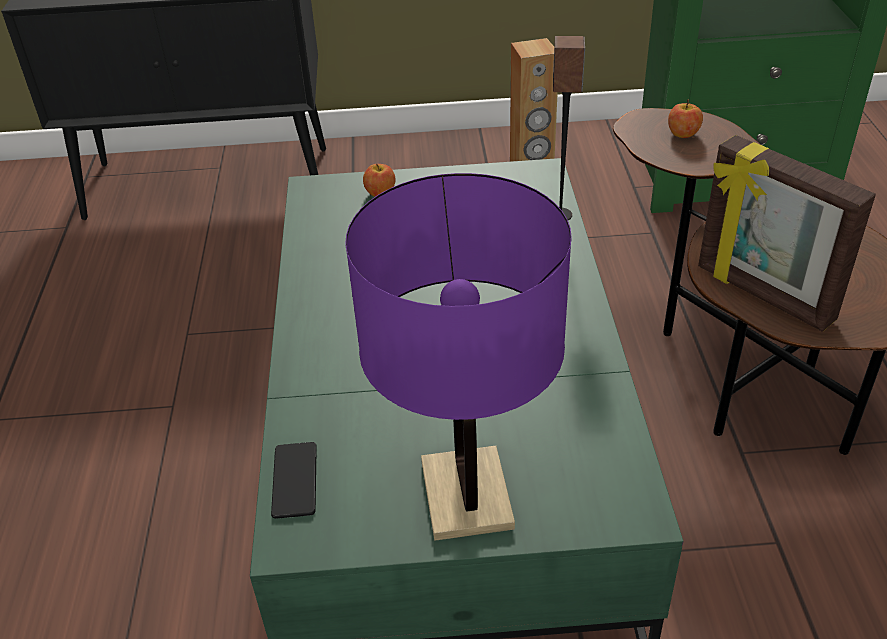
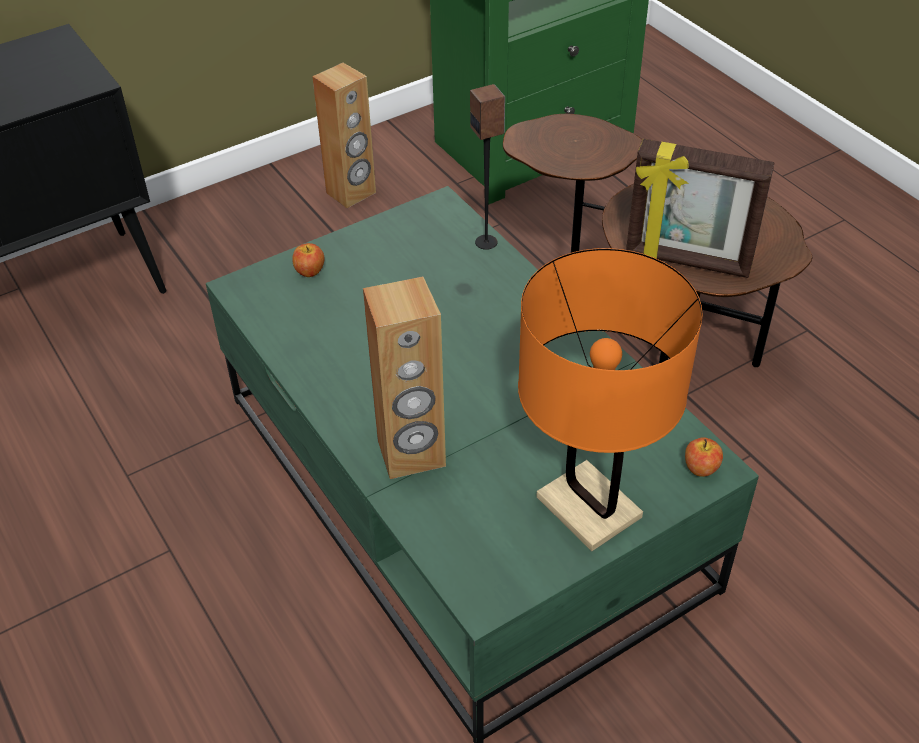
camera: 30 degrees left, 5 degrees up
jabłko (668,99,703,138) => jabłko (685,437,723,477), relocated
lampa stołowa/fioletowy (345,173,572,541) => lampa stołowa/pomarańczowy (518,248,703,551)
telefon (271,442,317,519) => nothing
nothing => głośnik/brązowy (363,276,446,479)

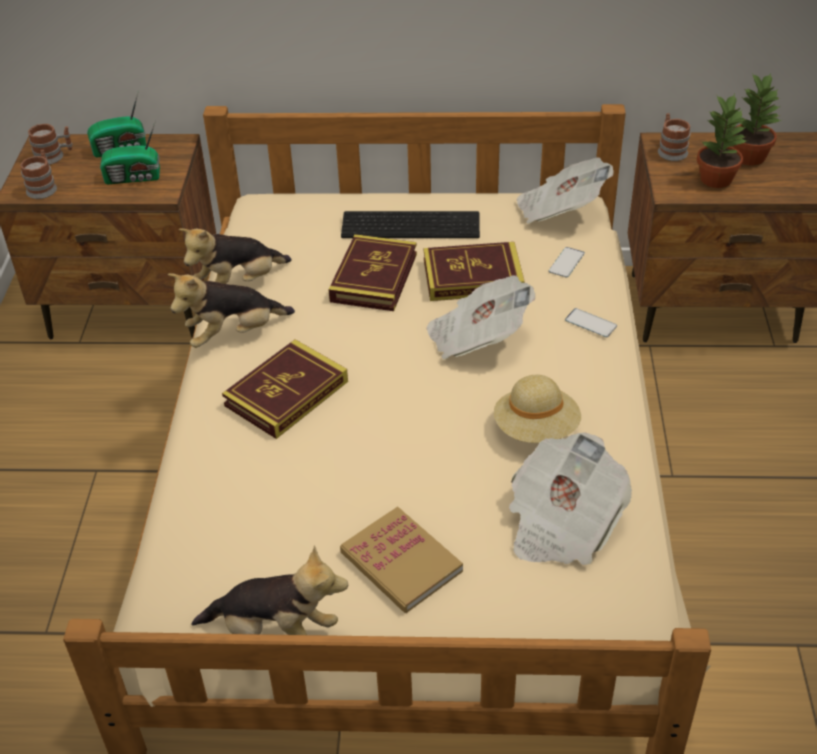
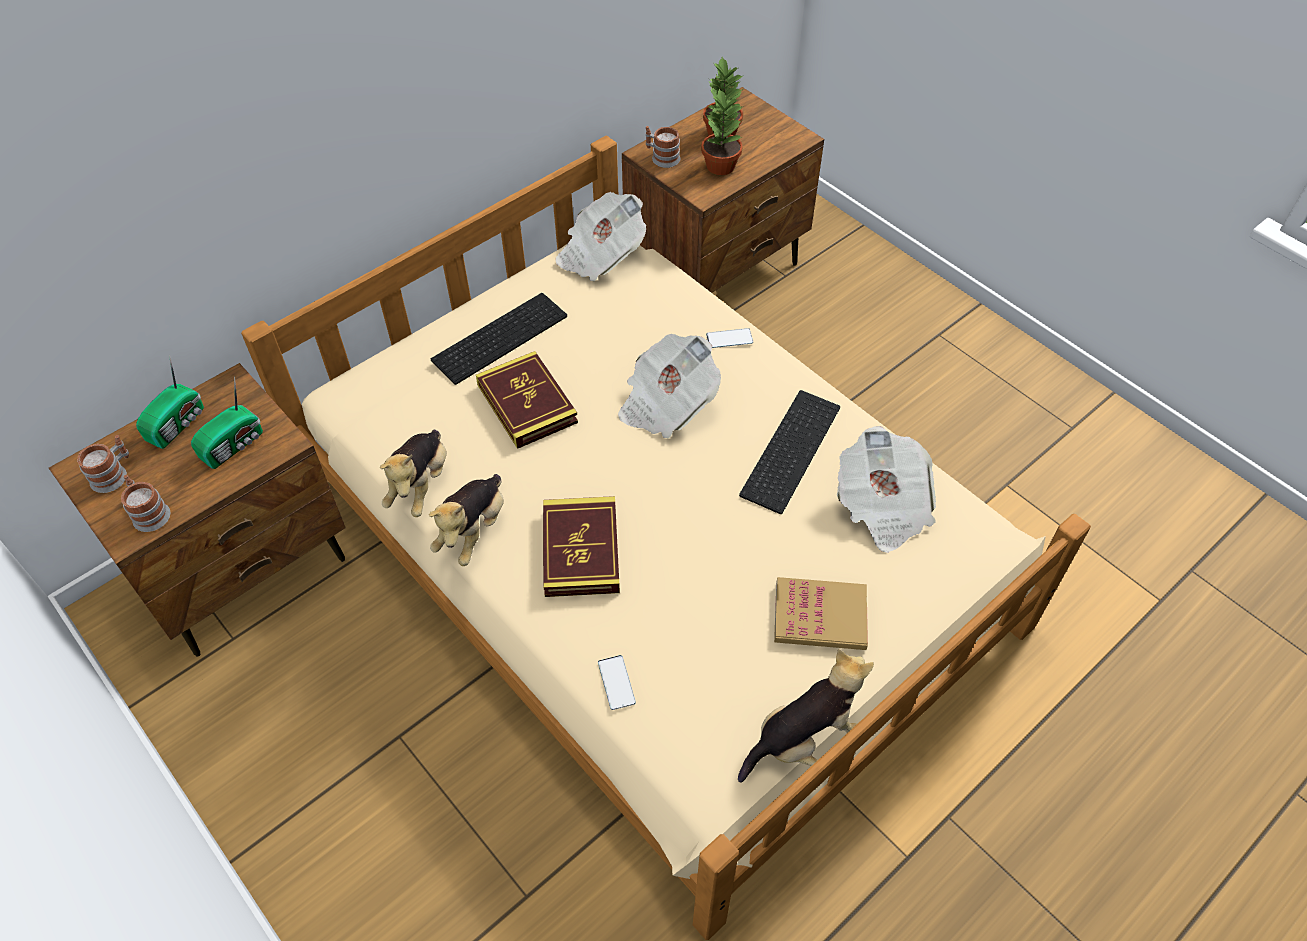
camera: 45 degrees left, 10 degrees up
książka (424,242,525,301) => nothing
telefon (549,247,585,278) => telefon (598,655,636,710), relocated
kapelusz/beżowy (494,375,581,443) => klawiatura (739,390,840,514)

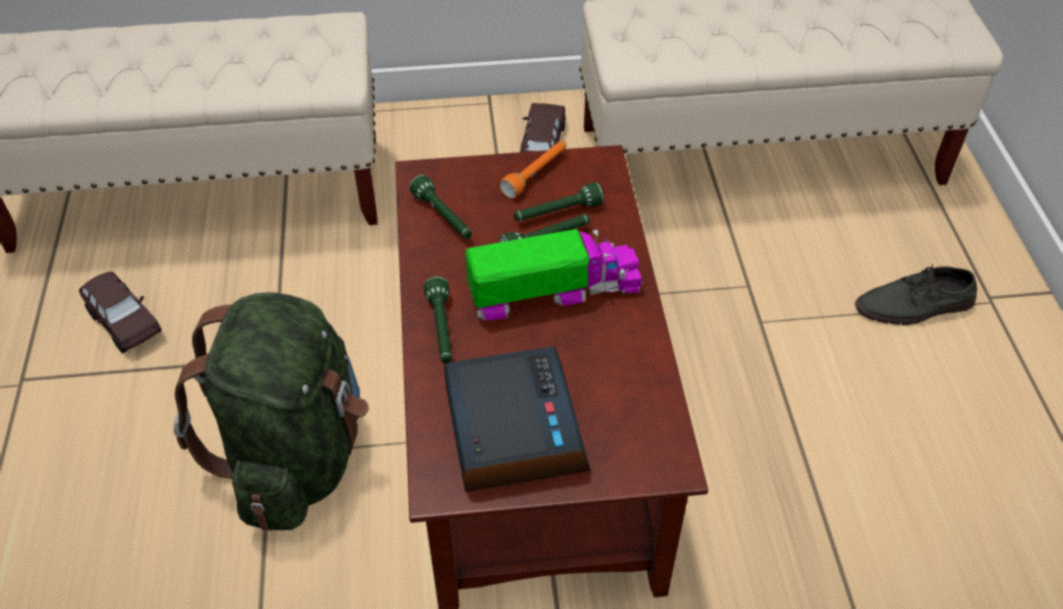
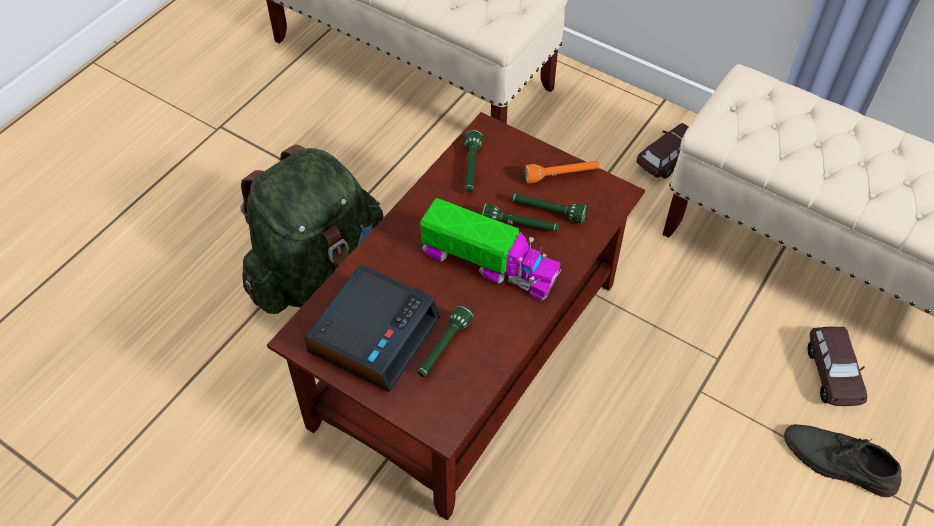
camera: 40 degrees right, 5 degrees up
samochodzik/brązowy (79,272,161,353) => samochodzik/brązowy (808,327,867,406), relocated
latarka/zielony (424,276,452,364) => latarka/zielony (418,305,474,377), relocated

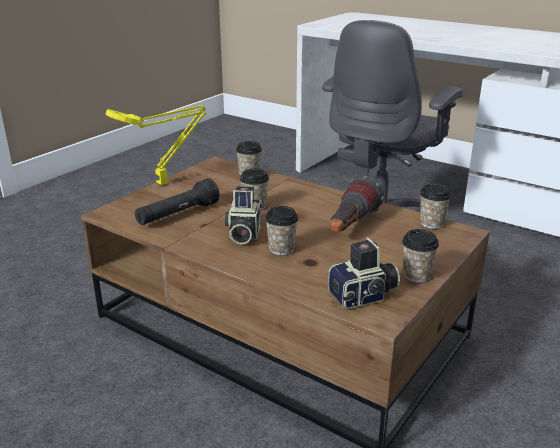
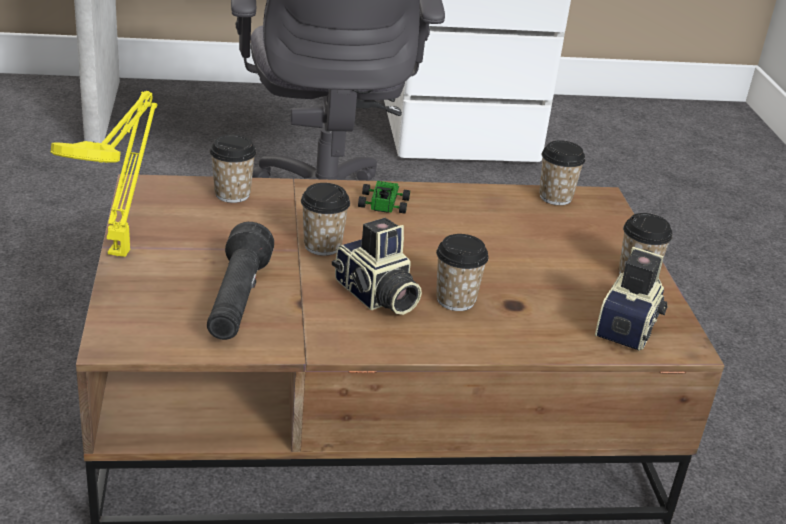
camera: 45 degrees left, 5 degrees up
latarka (330,175,384,232) => nothing
nothing => samochodzik (358,181,410,214)

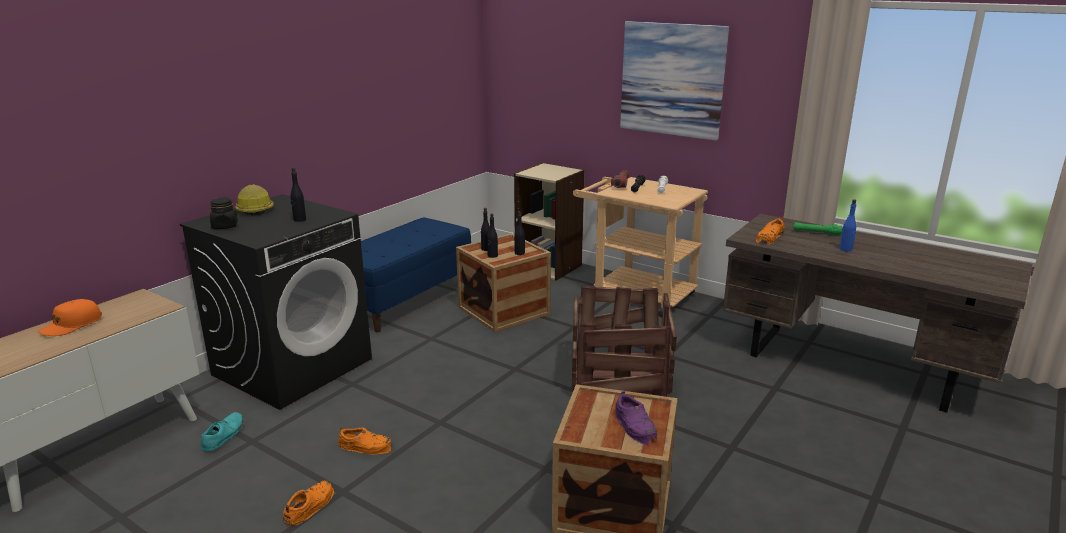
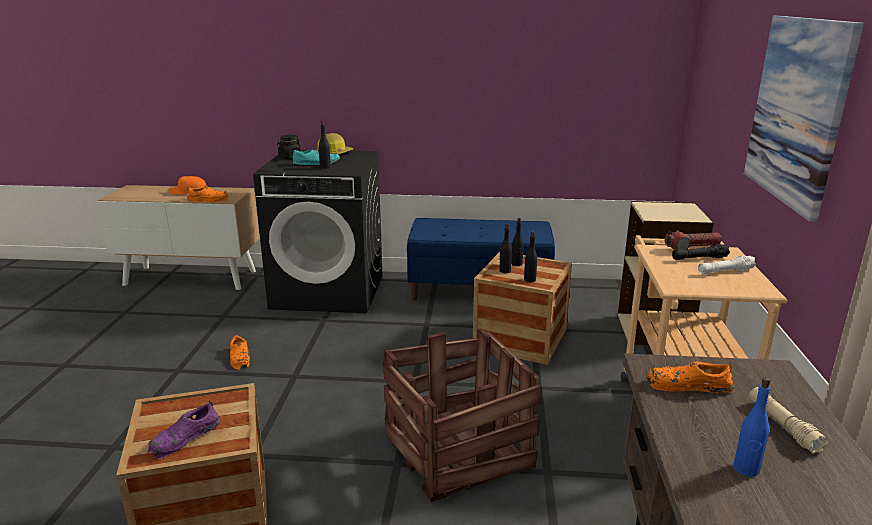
camera: 60 degrees right, 0 degrees up
latarka/zielony (793,222,843,236) => latarka/beżowy (749,387,828,454)
but/turkusowy (201,412,244,451) => but/turkusowy (293,149,340,165), relocated
but/pomarańczowy (283,480,334,526) => but/pomarańczowy (187,186,229,202), relocated

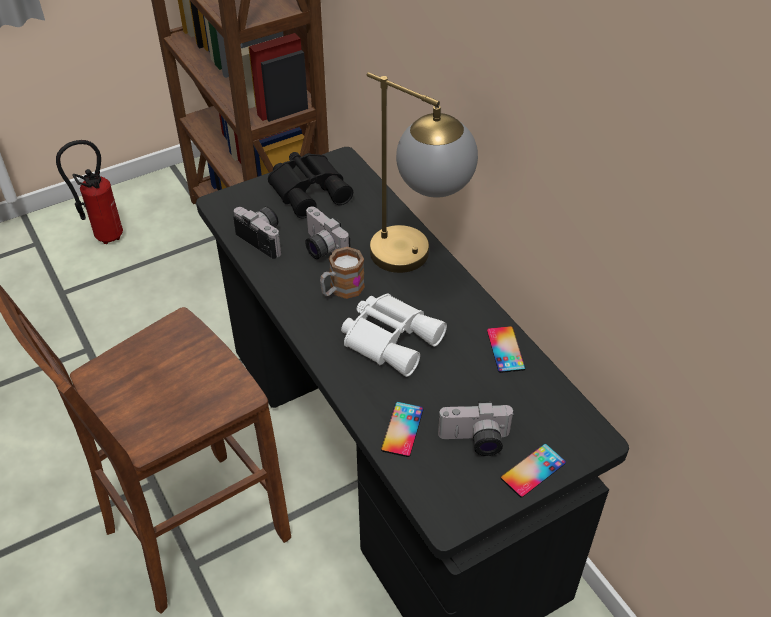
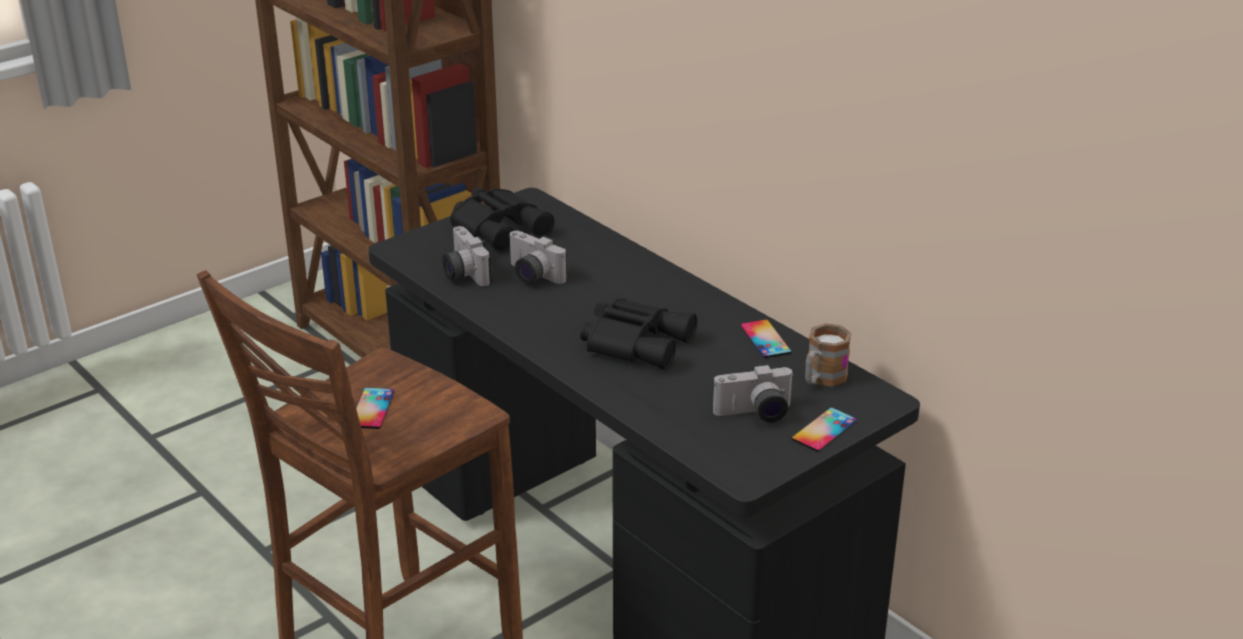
camera: 10 degrees left, 15 degrees down
lampa stołowa (367,72,478,273) => nothing
gaśnica (56,140,123,244) => nothing
aparat fotograficzny (233,206,281,259) => aparat fotograficzny (442,226,493,286), 150 degrees counterclockwise
kubek (320,247,365,299) => kubek (805,323,852,387), relocated
lornetka/biały (341,293,447,377) => lornetka/czarny (580,298,697,370)
telefon (381,402,424,457) => telefon (356,387,394,429), relocated

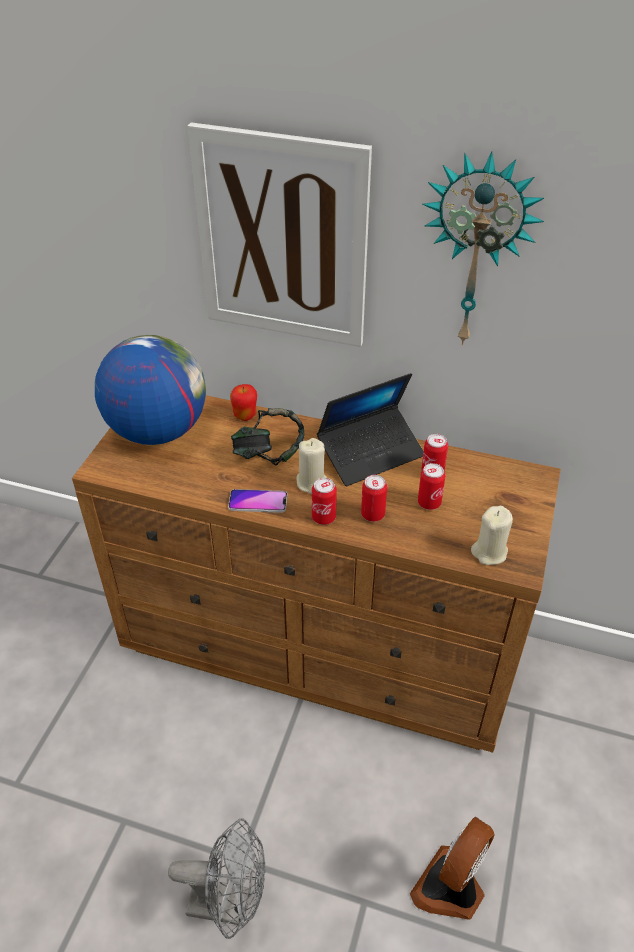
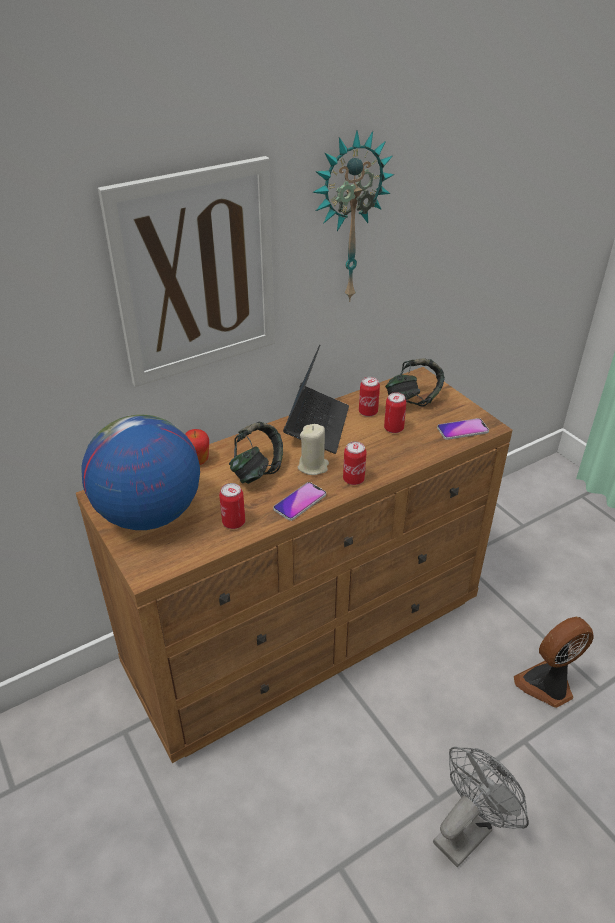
camera: 50 degrees left, 5 degrees down
puszka (361,475,387,522) => puszka (219,483,245,529), relocated
świeca/beżowy (471,506,513,565) => telefon (437,418,489,440)
wentylator (410,817,495,920) => wentylator (514,617,594,708), 75 degrees clockwise
nothing => słuchawki (385,358,445,406)

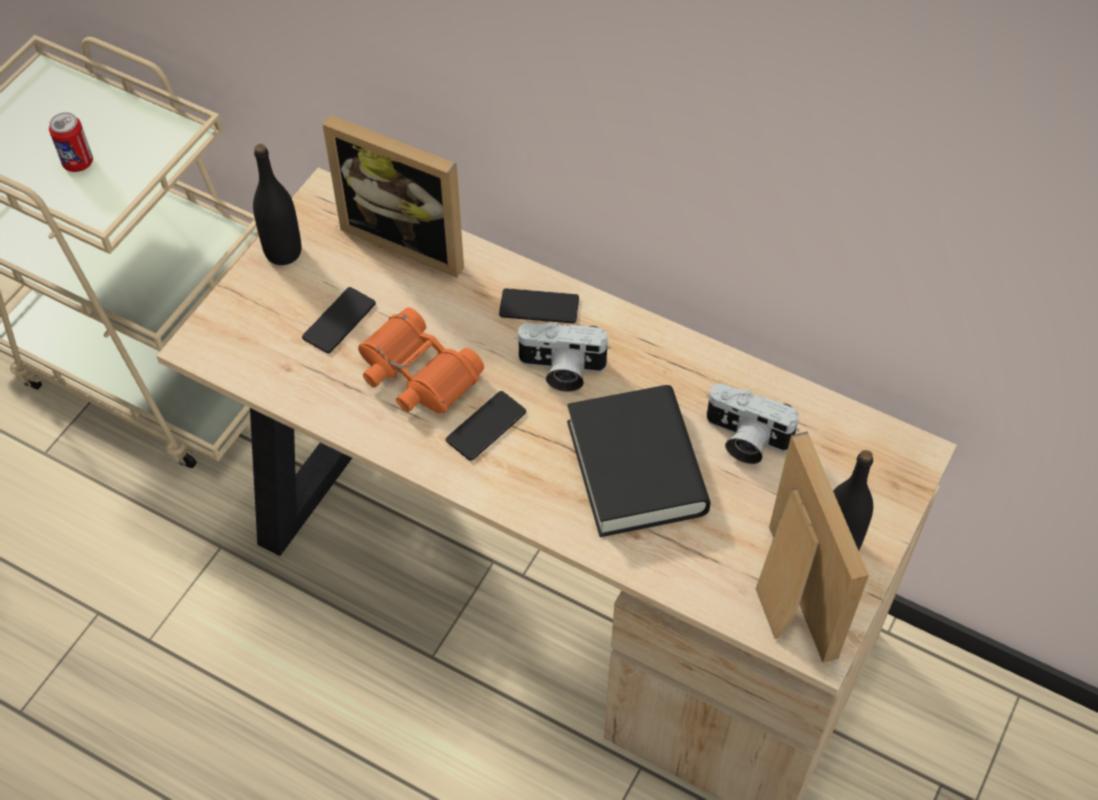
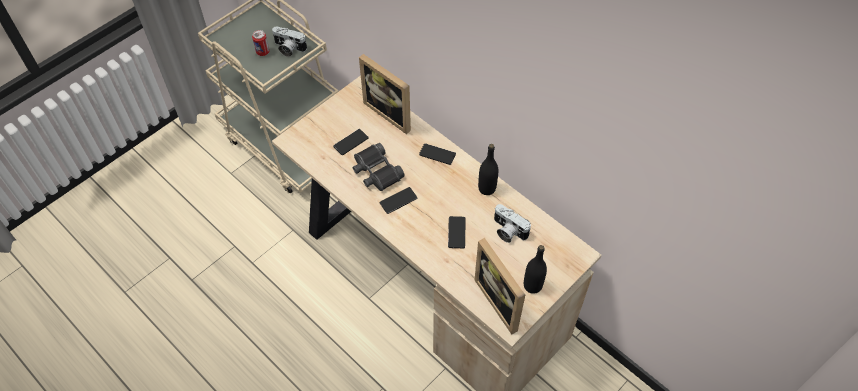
camera: 15 degrees right, 0 degrees up
butelka/czarny (253,144,301,265) => butelka/czarny (478,144,498,195), relocated
lornetka/pomarańczowy (358,307,484,414) => lornetka/czarny (353,143,405,191)
aparat fotograficzny (515,322,611,392) => aparat fotograficzny (272,26,307,57), relocated
książka/czarny (567,385,711,537) => telefon (448,216,465,248)
ramka na zdjęcie (756,431,869,663) => ramka na zdjęcie (474,238,525,334), 150 degrees clockwise

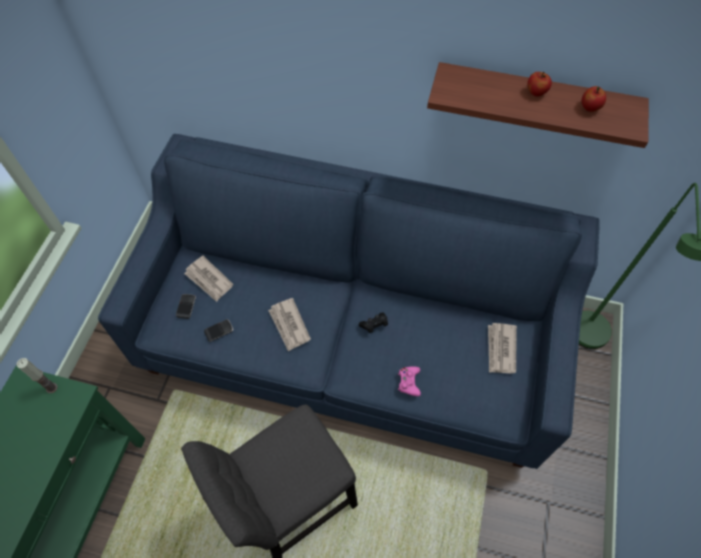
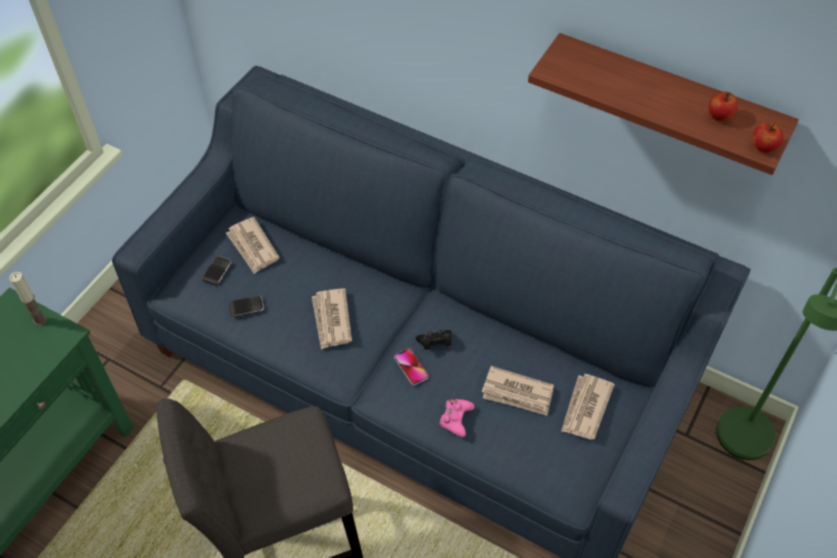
camera: 15 degrees right, 5 degrees down
jabłko (528,72,552,96) => jabłko (753,122,784,152), relocated
nothing => telefon (394,348,429,385)
nothing => gazeta (482,366,554,416)

